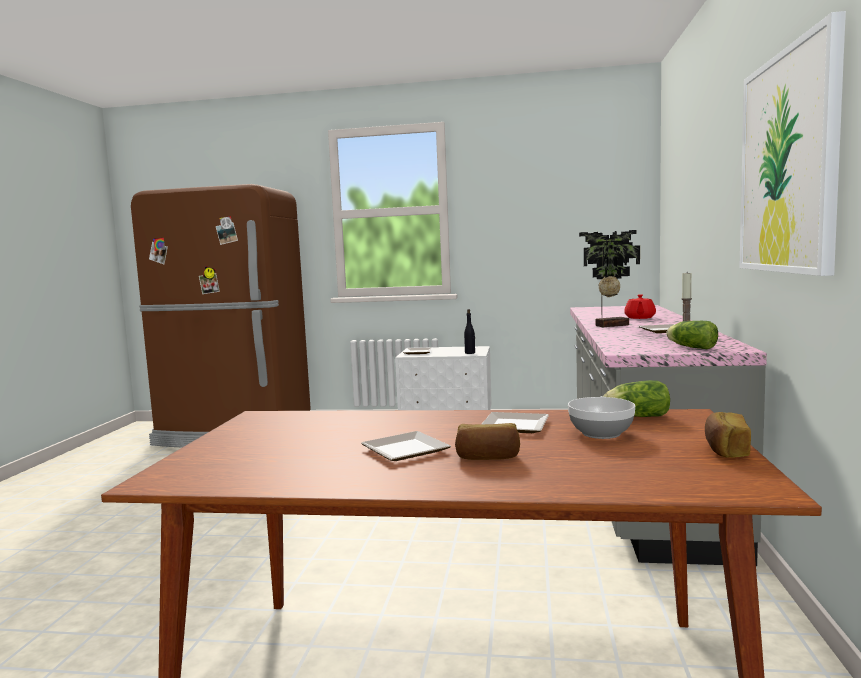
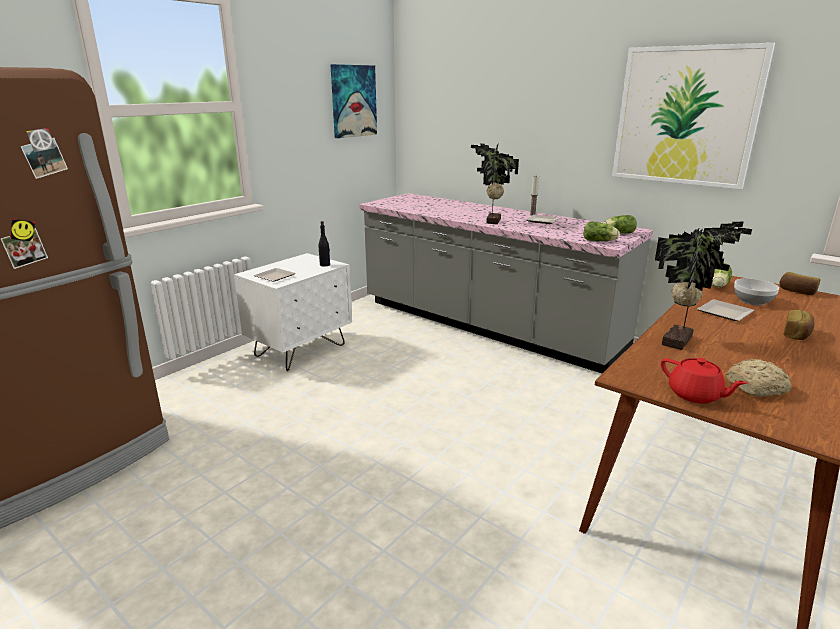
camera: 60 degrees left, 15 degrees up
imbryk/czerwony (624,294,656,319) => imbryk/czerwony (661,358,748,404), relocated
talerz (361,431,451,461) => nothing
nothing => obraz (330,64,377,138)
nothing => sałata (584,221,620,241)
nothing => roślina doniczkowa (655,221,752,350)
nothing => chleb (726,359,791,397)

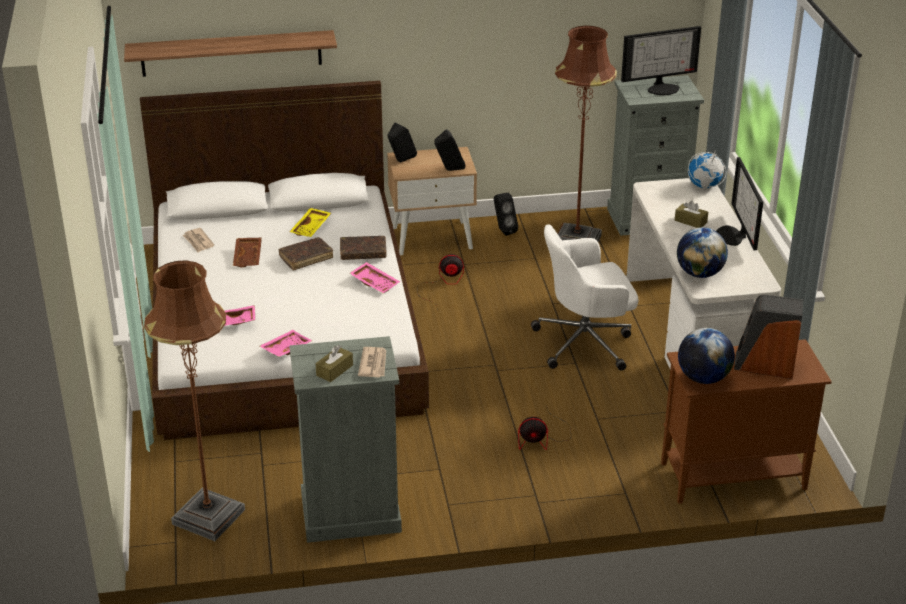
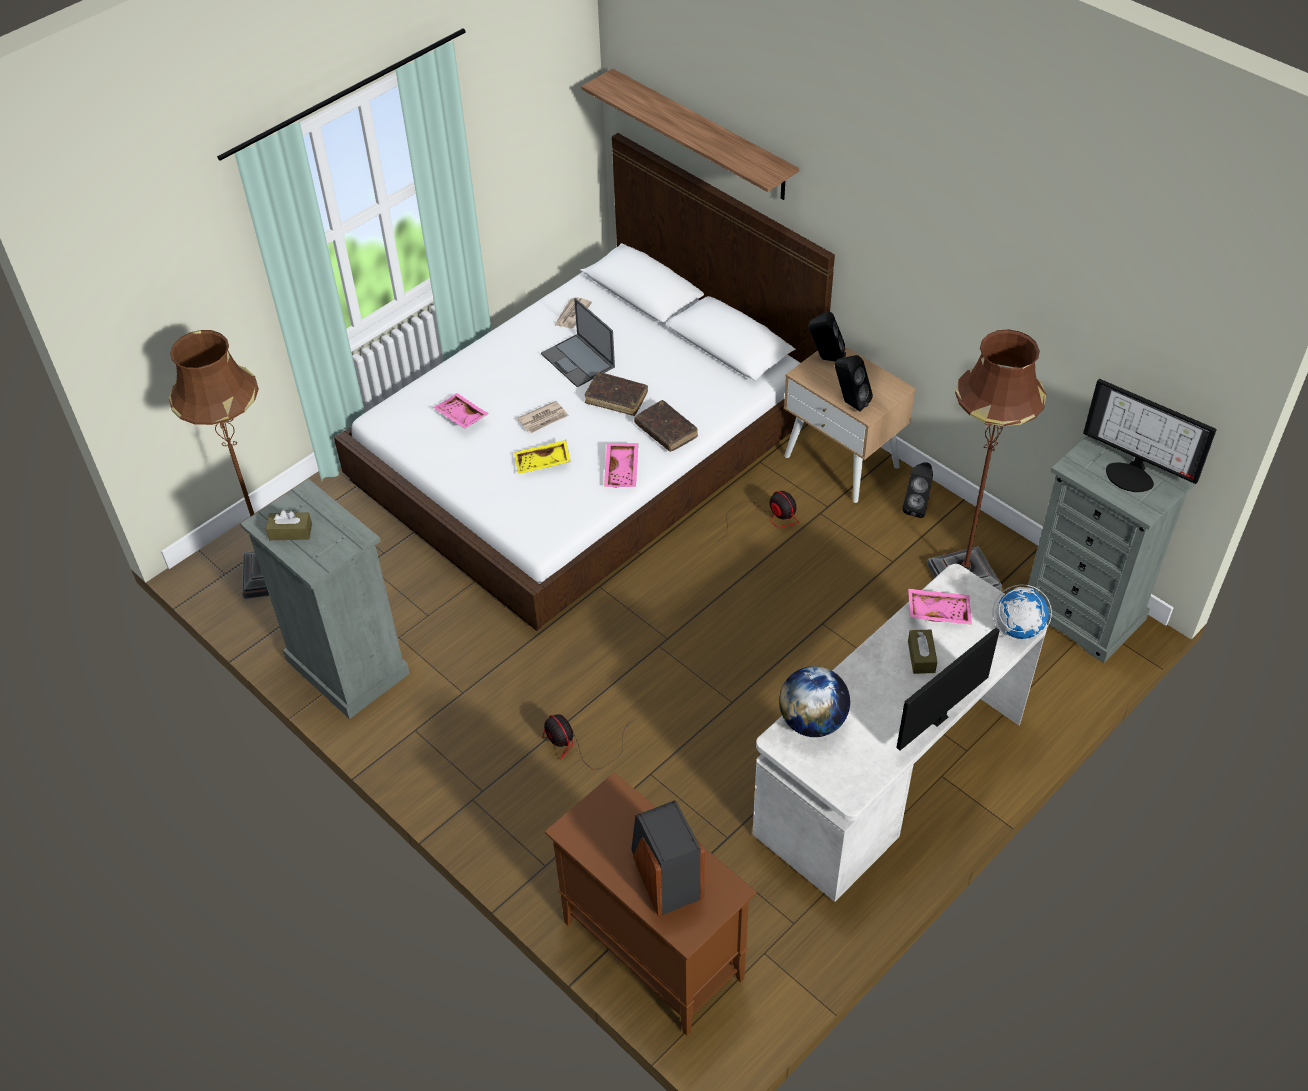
camera: 55 degrees right, 15 degrees up
taca/żółty (290,208,331,237) => taca/żółty (514,440,571,474), relocated
krzesło biurowe/biały (531,224,639,371) => nothing
taca/brązowy (233,238,262,267) => laptop (541,298,615,387)
globus (678,328,735,384) => nothing
taca/różowy (260,330,312,357) => taca/różowy (908,588,972,625), relocated
gazeta (358,347,386,378) => gazeta (517,401,569,433), relocated

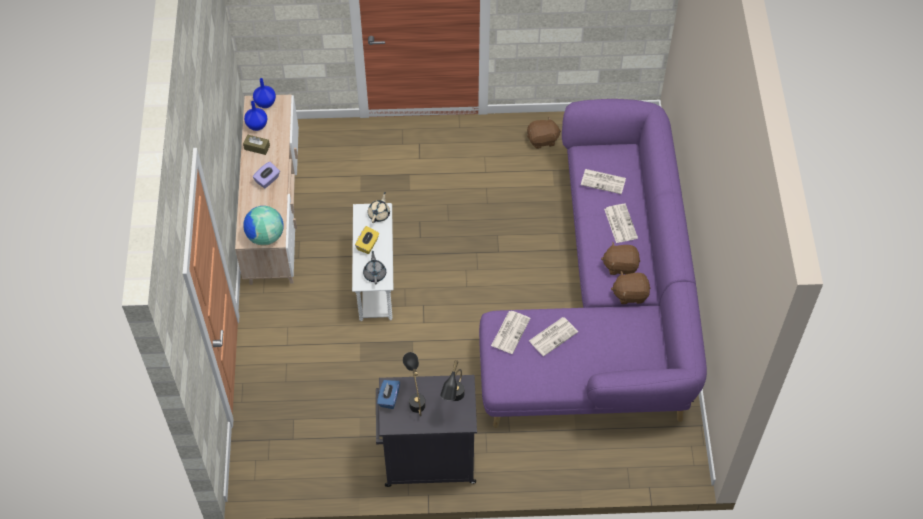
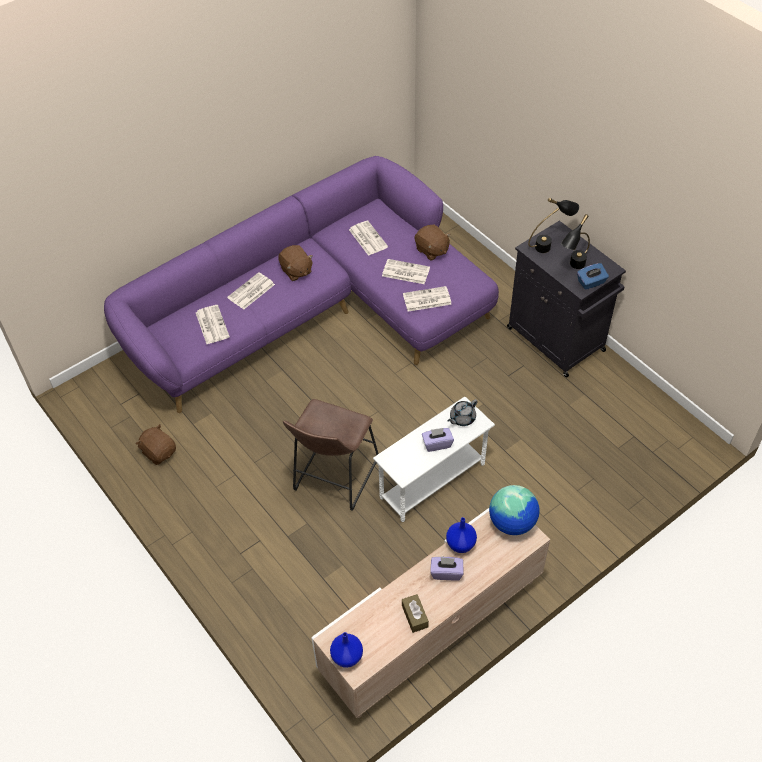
camera: 125 degrees left, 5 degrees down
wazon/niebieski (244,101,267,131) => wazon/niebieski (446,517,477,553), relocated
imbryk/beżowy (368,192,390,223) => nothing
pudełko chusteczek/żółty (355,226,379,254) => pudełko chusteczek/fioletowy (422,428,454,452)
pluszak/brązowy (611,271,650,304) => pluszak/brązowy (415,225,450,261), relocated
nothing => gazeta (349,221,388,256)
nothing => stołek/brązowy (283,399,378,511)

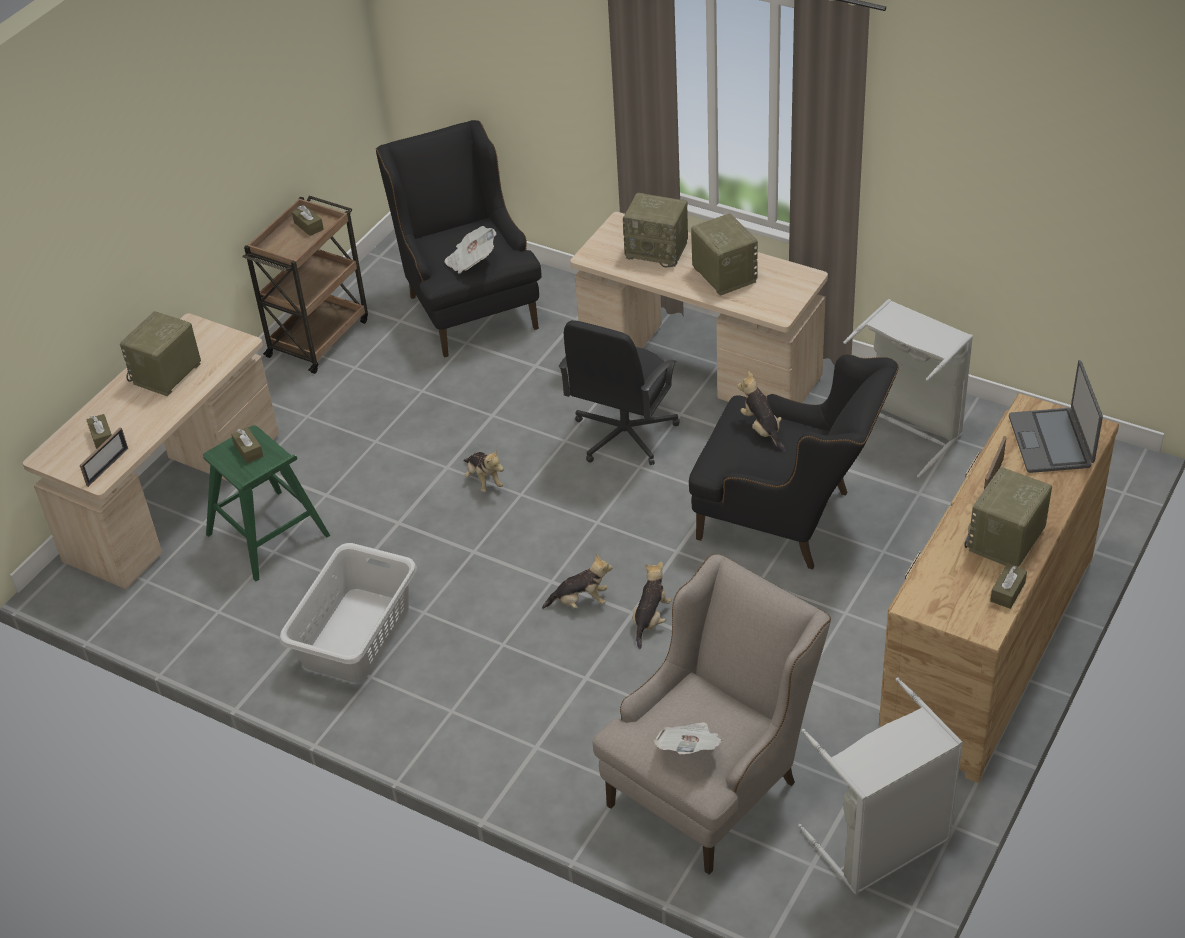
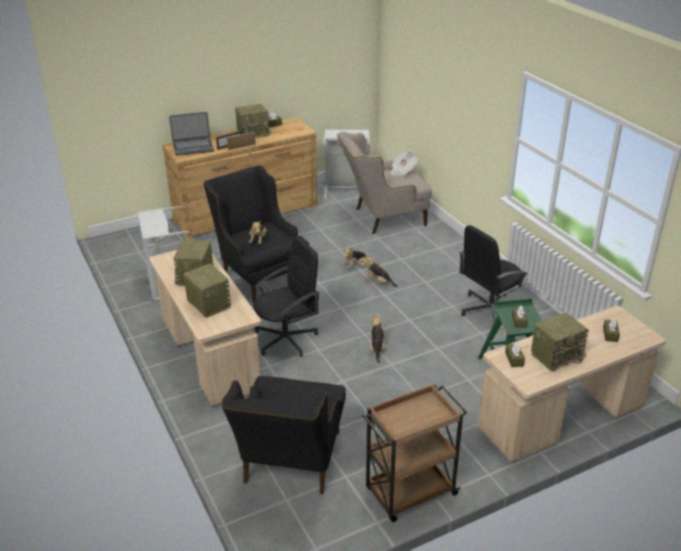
camera: 150 degrees left, 10 degrees down
pudełko chusteczek/brązowy (292,205,324,236) => pudełko chusteczek/brązowy (505,342,525,367), relocated
gazeta (444,226,496,274) => nothing
laptop (1009,360,1103,473) => laptop (169,112,214,156), 45 degrees clockwise
ramka na zdjęcie (80,428,128,487) => ramka na zdjęcie (227,132,255,150), relocated
kosz na pranie/szary (279,543,417,682) => krzesło biurowe/czarny (459,225,528,321)

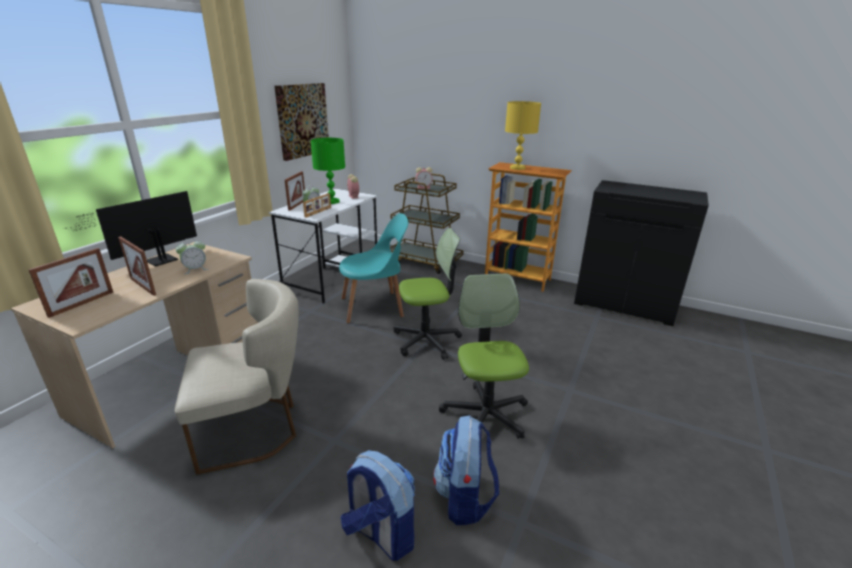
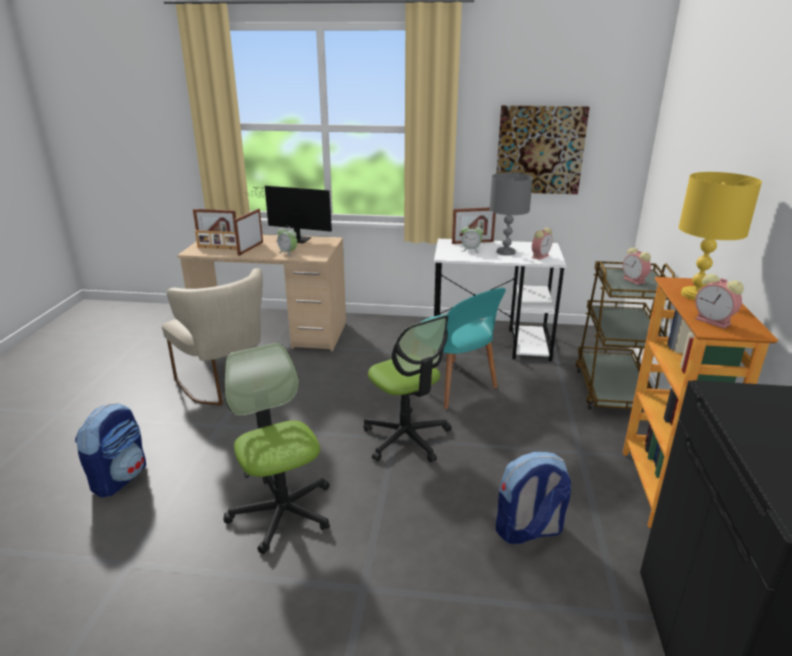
camera: 70 degrees right, 0 degrees up
lampa stołowa/zielony (311,138,345,204) => lampa stołowa/szary (489,173,533,255)
ramka na zdjęcie (303,193,331,218) => ramka na zdjęcie (195,230,237,249), relocated
krzesło biurowe (439,273,529,439) => krzesło biurowe (223,343,330,554), 90 degrees counterclockwise
plecak (433,415,499,525) => plecak (496,452,571,544), relocated
nothing => budzik (695,274,744,329)

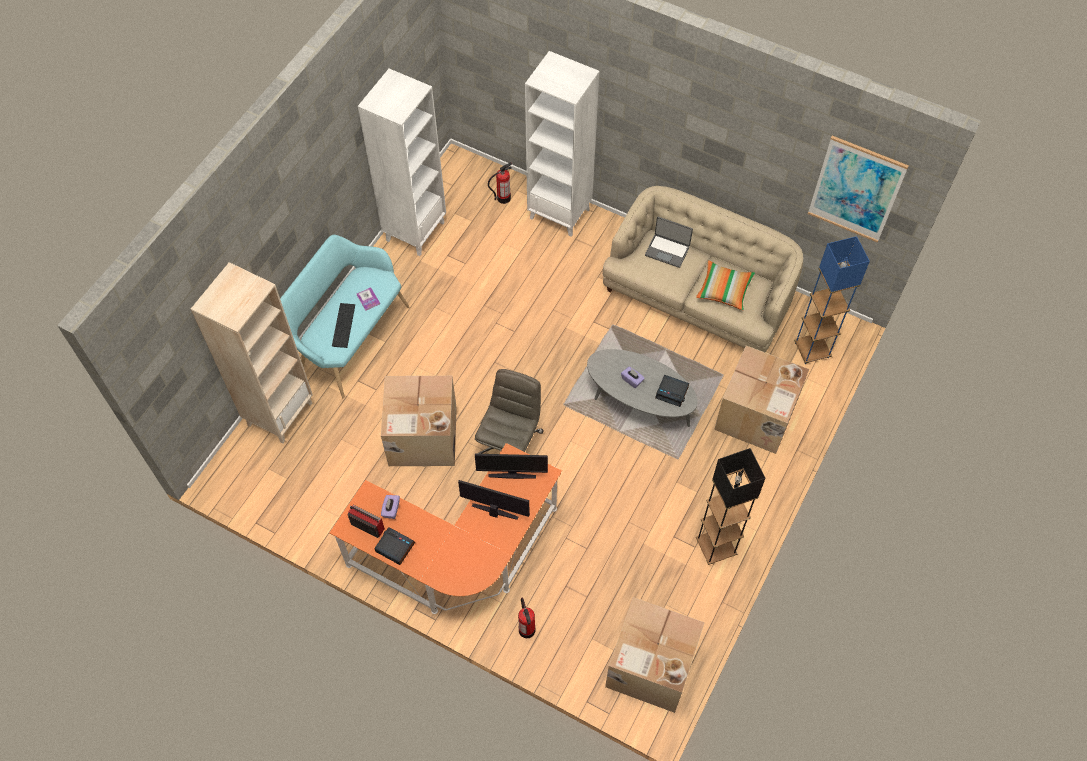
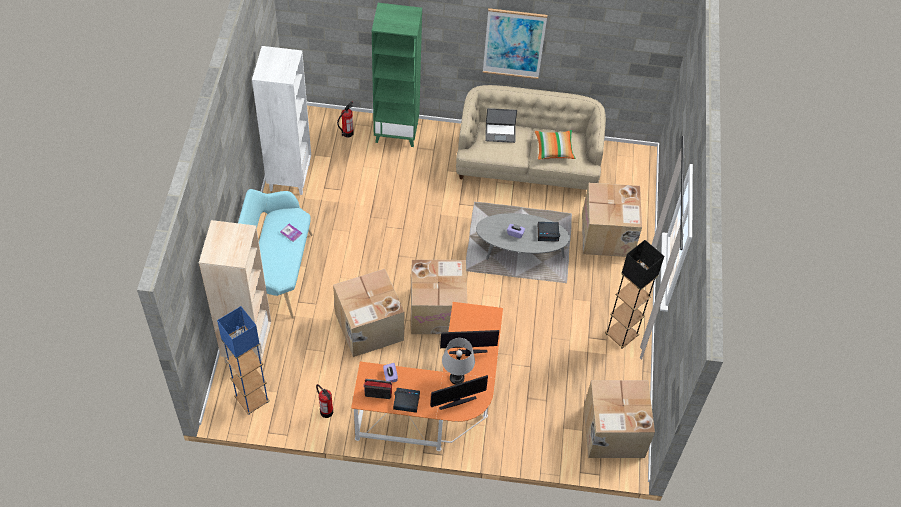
camera: 25 degrees left, 5 degrees down
regał/biały (525,51,600,237) => regał/zielony (372,3,422,147)
obraz (808,136,909,243) => obraz (483,8,547,79), relocated
lampa stojąca/niebieski (794,236,870,364) => lampa stojąca/niebieski (217,306,270,415), relocated
klawiatura (332,303,355,348) => nothing
krzesło biurowe/szary (475,369,544,454) => karton (411,260,467,334)
monitor (475,454,548,479) => monitor (431,375,488,410), relocated
gaśnica (518,598,535,638) => gaśnica (316,384,333,418), relocated
nothing => lampa stołowa/szary (442,338,475,385)

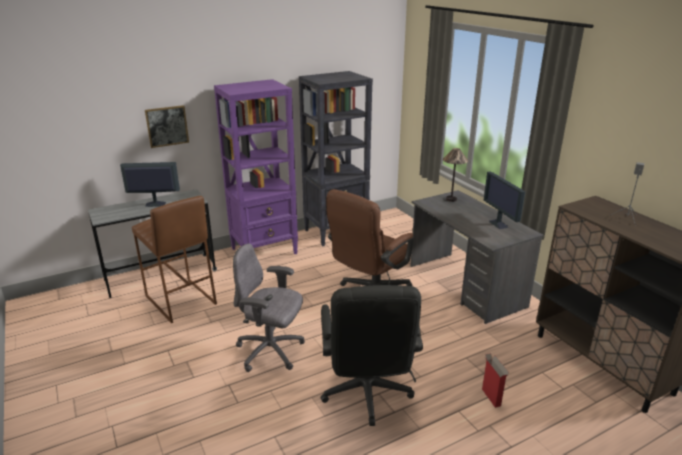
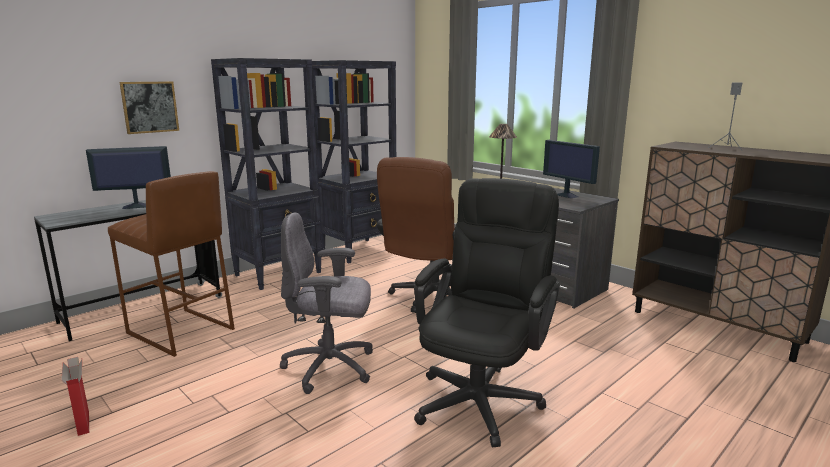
camera: 15 degrees left, 10 degrees down
regał/fioletowy (214,79,298,254) => regał/czarny (211,58,322,290)
krzesło biurowe/czarny (321,285,423,426) => krzesło biurowe/czarny (414,178,560,448), 135 degrees counterclockwise
karton (482,353,509,408) => karton (61,357,89,436), relocated

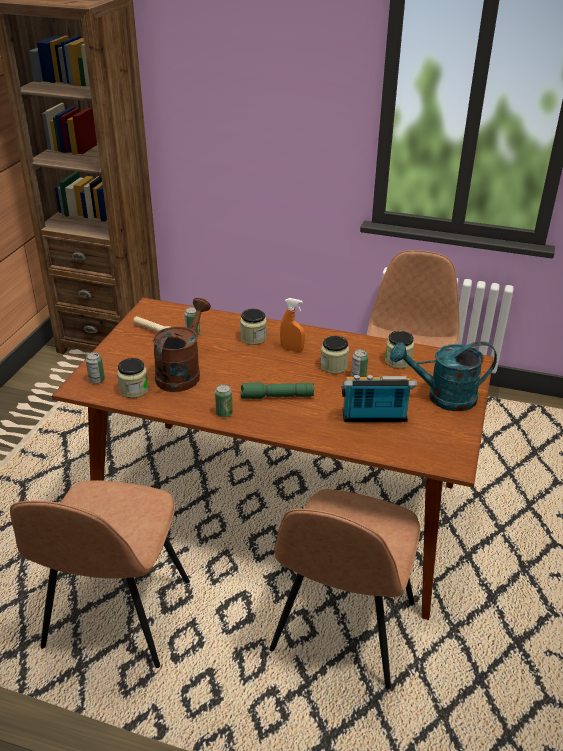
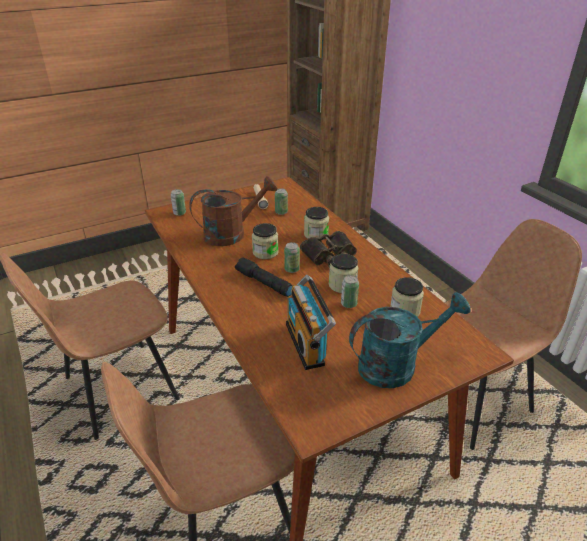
camera: 45 degrees right, 0 degrees up
spryskiwacz/pomarańczowy (280,298,305,352) => lornetka (300,231,357,266)
konewka/turkusowy (390,341,497,411) => konewka/turkusowy (349,292,471,388), 120 degrees clockwise
słoik (117,358,148,398) => słoik (252,223,278,259), relocated
radio (341,375,417,422) => radio (286,275,336,370), 150 degrees counterclockwise
latarka/zielony (241,382,314,399) => latarka/czarny (235,257,293,297)
puszka (215,384,233,417) => puszka (284,242,300,273), relocated

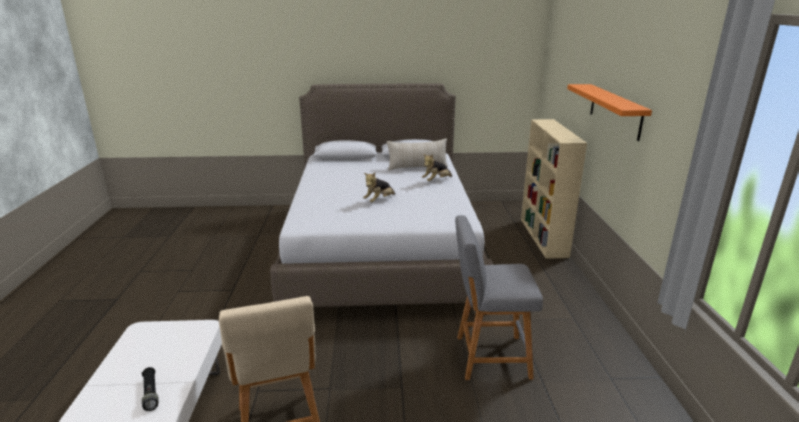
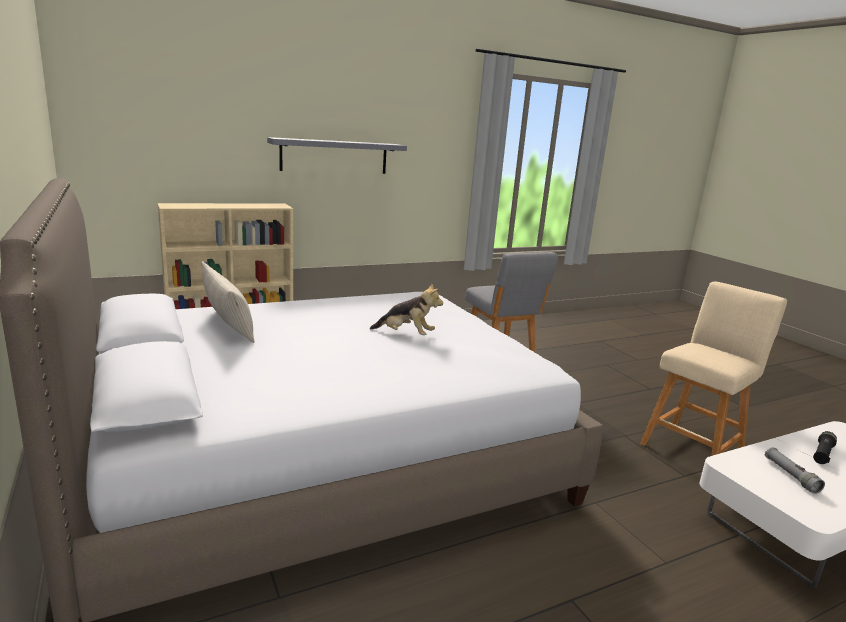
camera: 115 degrees left, 5 degrees down
półka/pomarańczowy (567,84,652,141) => półka/szary (267,137,407,174)
pluszak (422,154,452,181) => nothing
nothing => latarka/szary (764,447,825,494)

